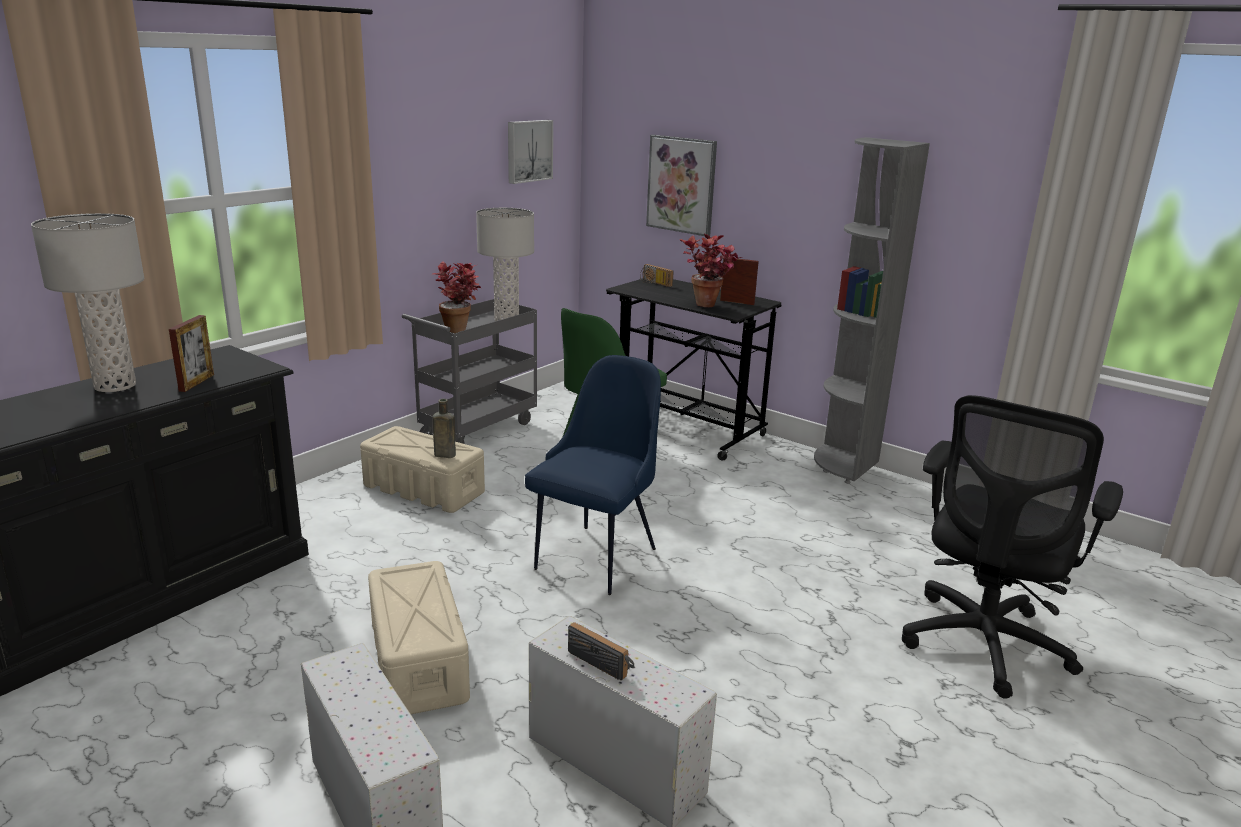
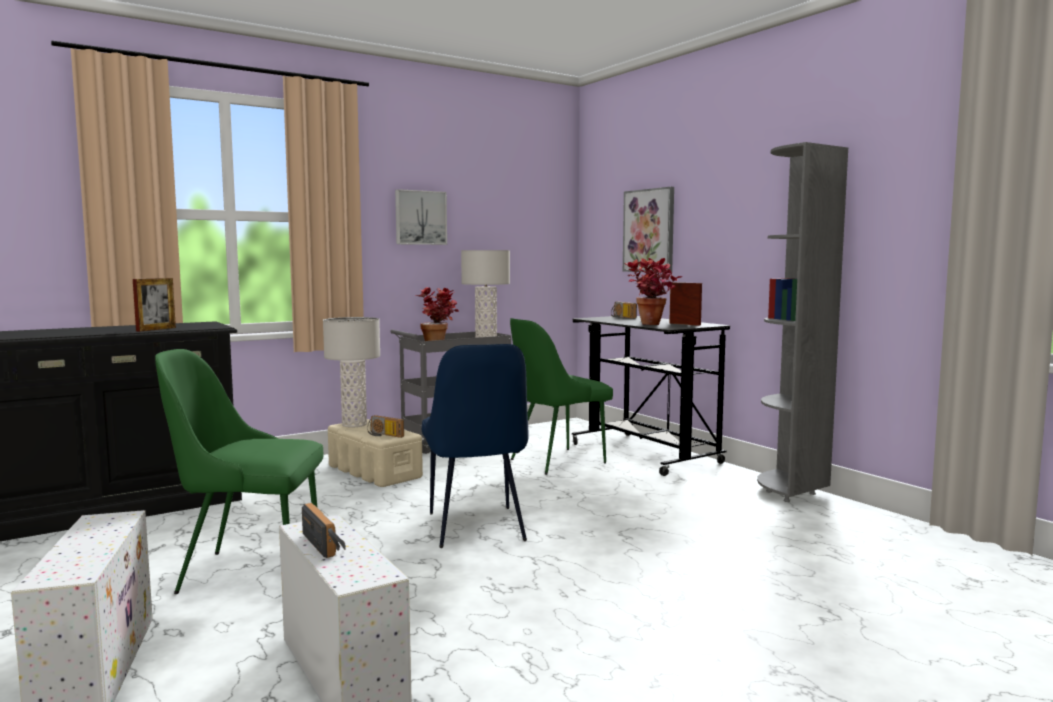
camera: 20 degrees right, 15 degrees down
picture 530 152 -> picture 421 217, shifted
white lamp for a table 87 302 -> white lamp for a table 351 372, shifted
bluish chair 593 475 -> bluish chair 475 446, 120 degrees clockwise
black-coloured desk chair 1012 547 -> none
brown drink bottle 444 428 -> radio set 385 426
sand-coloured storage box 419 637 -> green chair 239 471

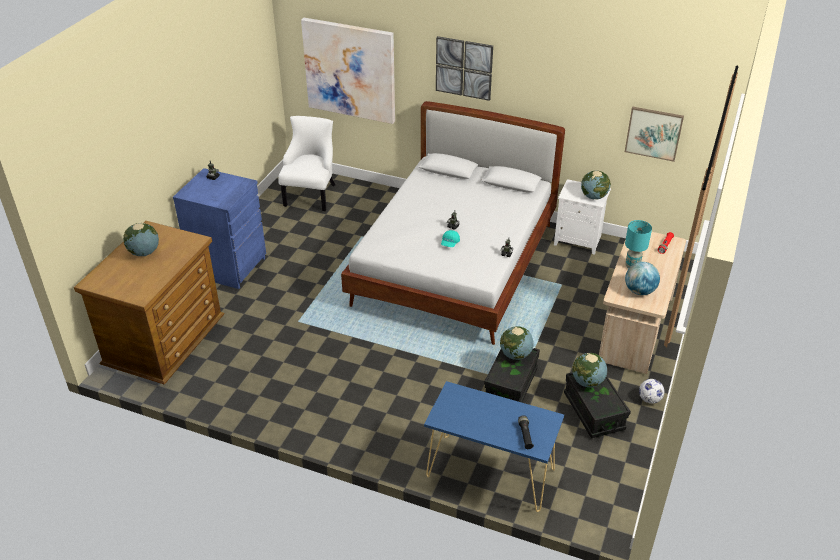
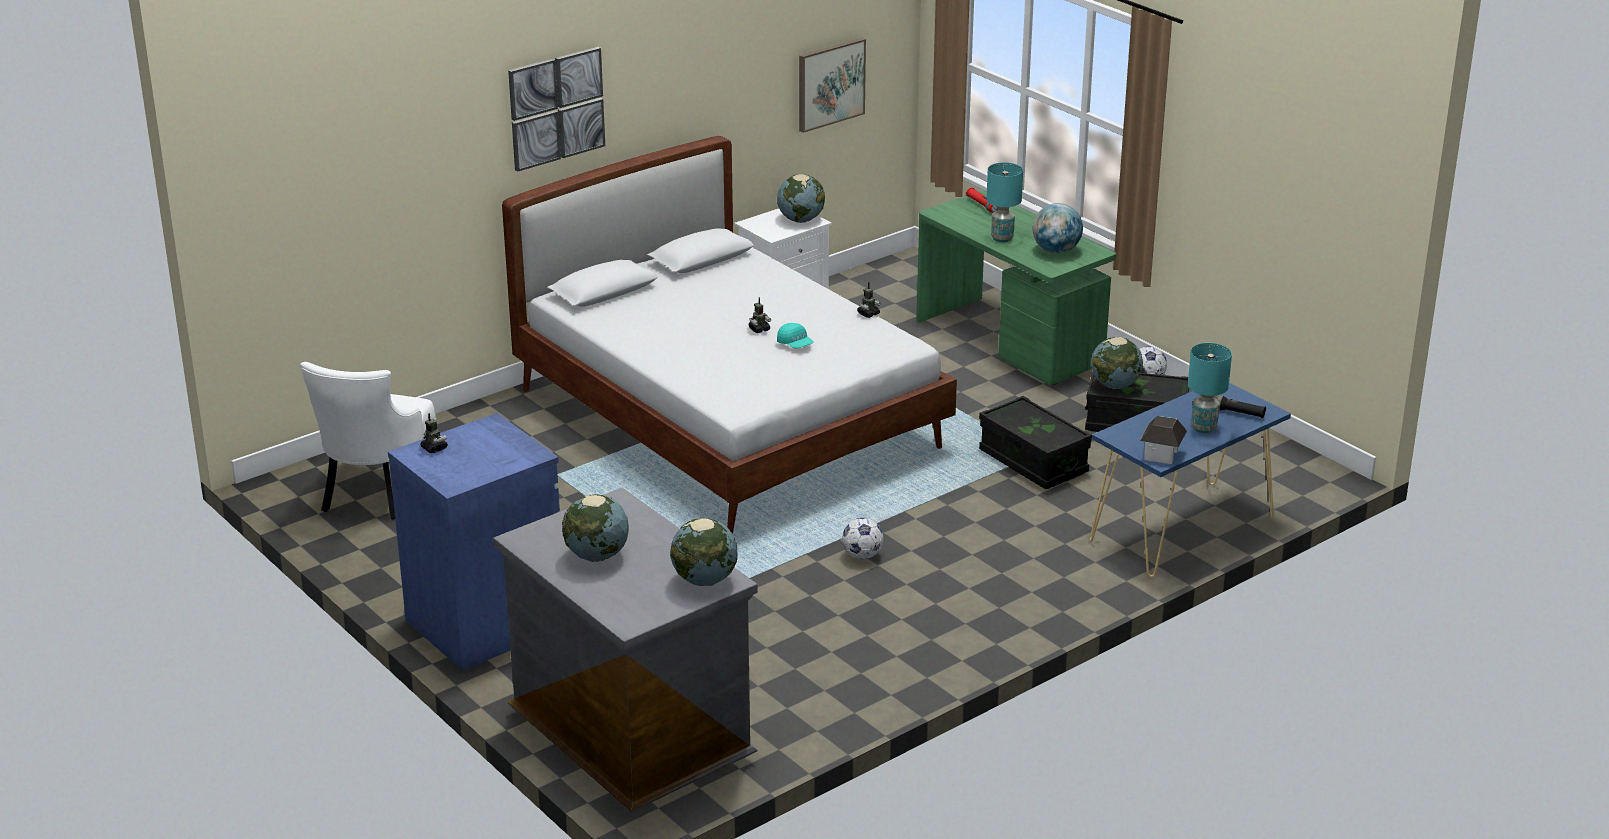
camera: 60 degrees left, 10 degrees down
picture 348 71 -> none
white chair 306 163 -> white chair 368 441, 120 degrees counterclockwise
brown chest of drawers 149 303 -> grey chest of drawers 625 650
sand-coloured desk unit 642 303 -> green desk unit 1016 288
globe 517 343 -> globe 704 552, shifted
none -> blue-green lamp for a table 1210 388
none -> toy house 1163 440
none -> ball for football 863 538

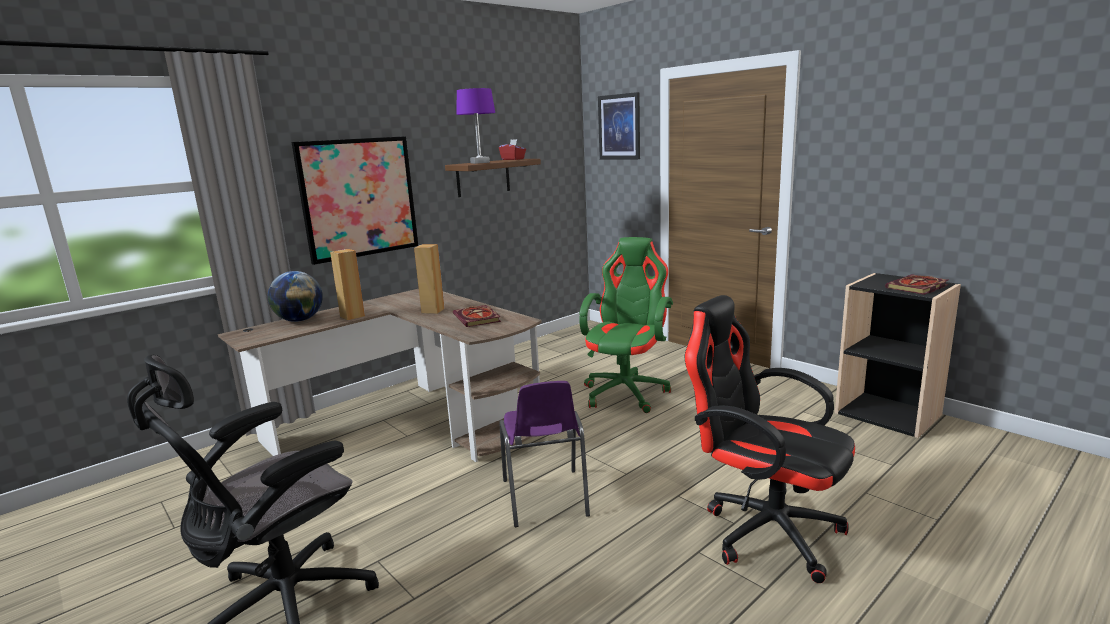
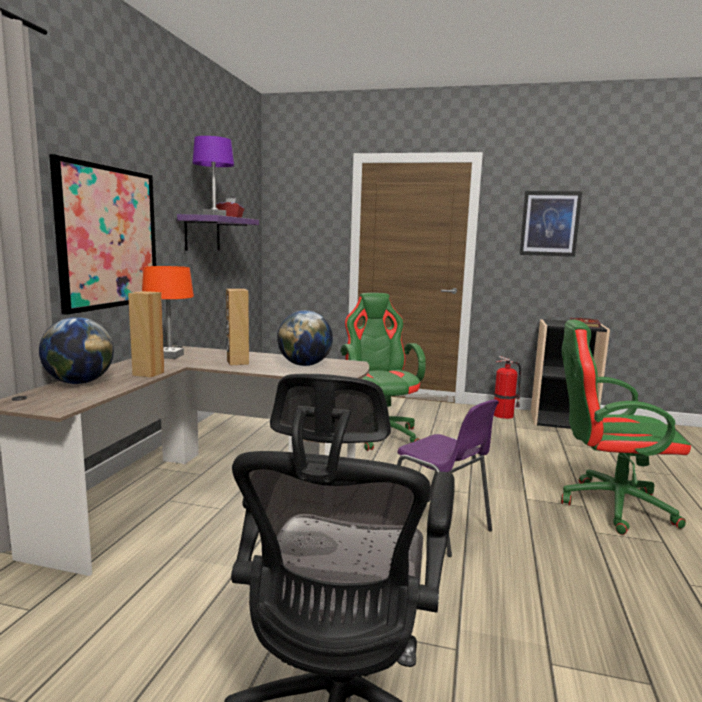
camera: 35 degrees left, 5 degrees down
picture 619 125 -> picture 550 224, shifted
brown bracket shelf 493 178 -> purple-coloured bracket shelf 218 232
black-coloured desk chair 770 439 -> green desk chair 626 427
book 477 316 -> globe 305 338
none -> orange lamp for a table 168 312
none -> fire extinguisher 507 387

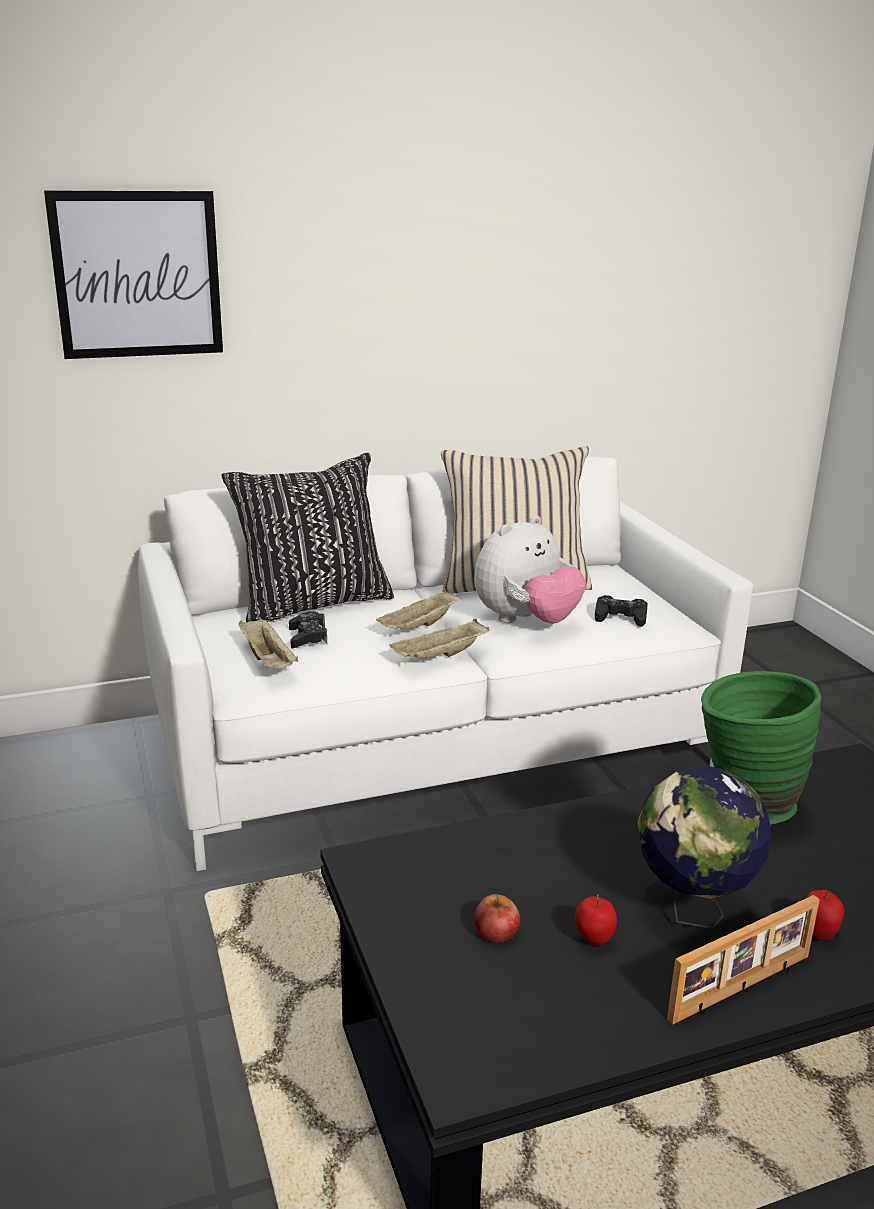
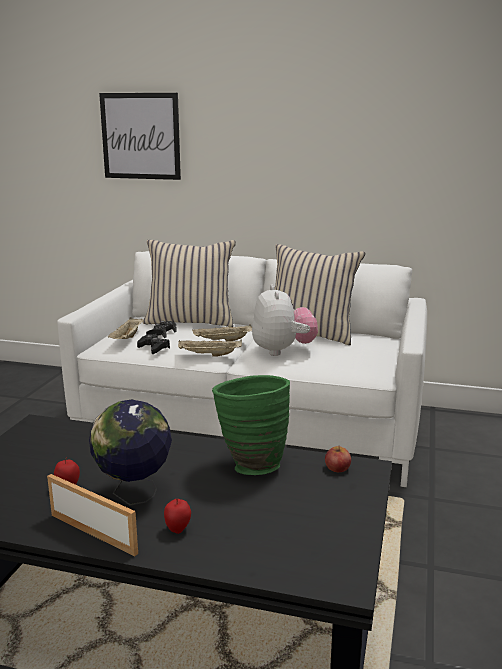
camera: 35 degrees right, 5 degrees down
black-coloured cushion 308 537 -> sand-coloured cushion 189 283
cuddly toy 530 569 -> cuddly toy 285 320, 90 degrees counterclockwise
black-coloured game controller 621 611 -> black-coloured game controller 153 344, shifted
apple 497 918 -> apple 338 459, shifted
standing frame 743 960 -> standing frame 92 515, 150 degrees counterclockwise

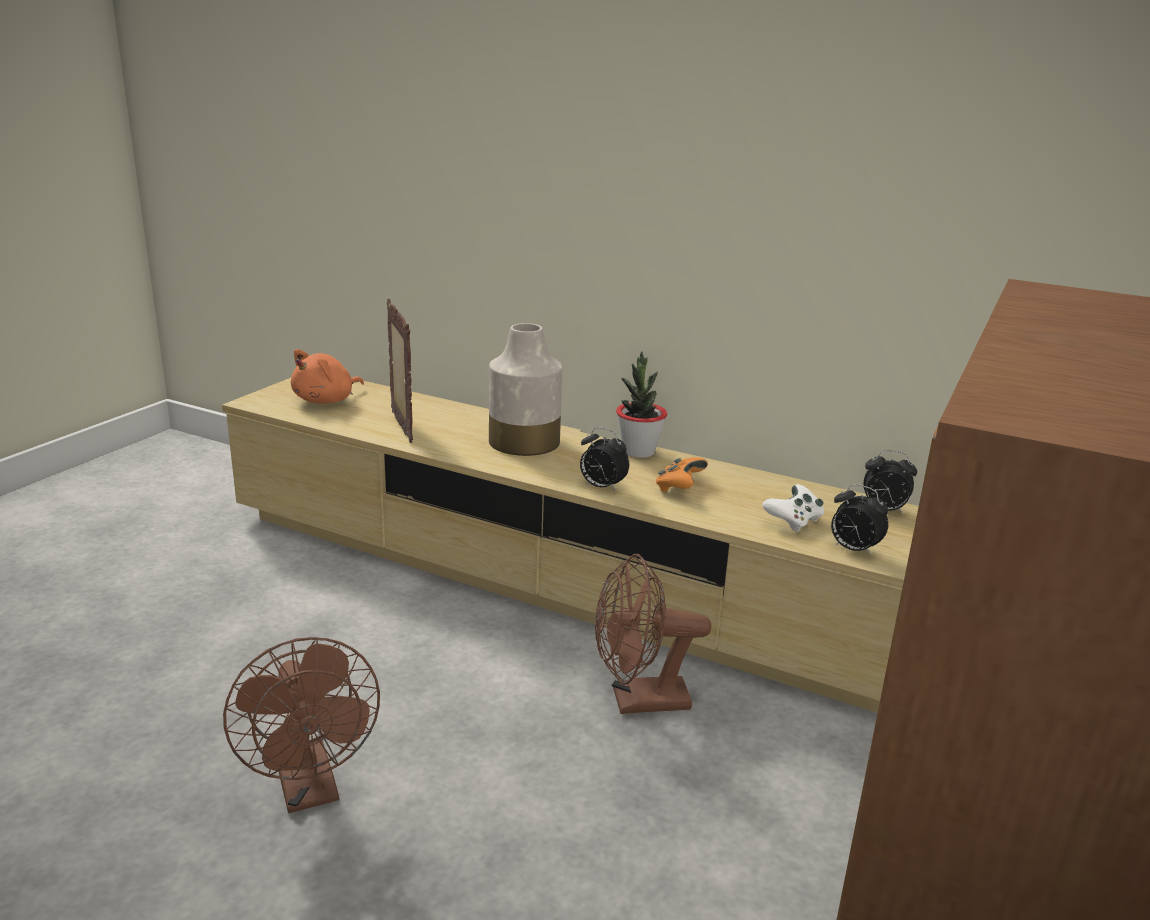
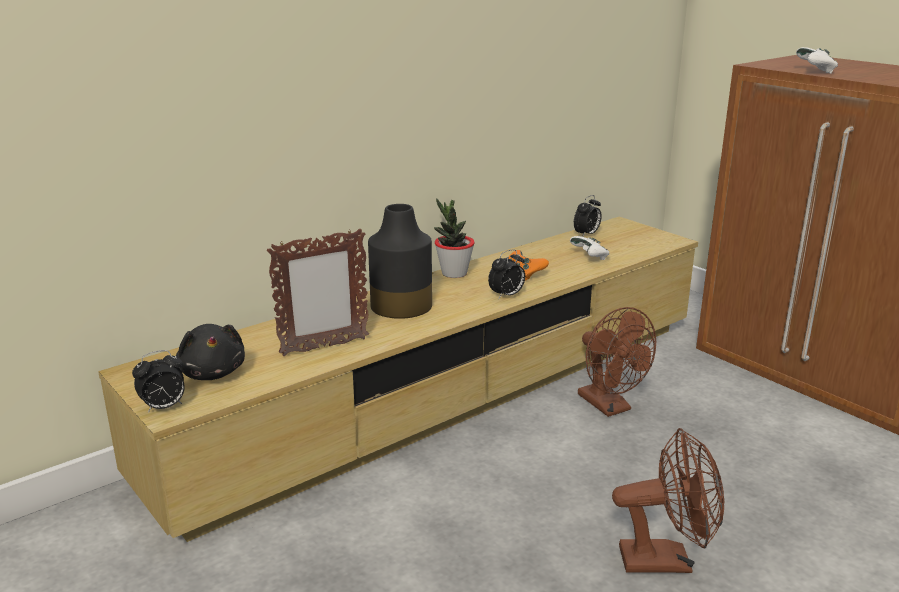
camera: 65 degrees left, 0 degrees up
standing frame 400 371 -> standing frame 318 292, 150 degrees clockwise
sand-coloured decorative vase 525 389 -> black-coloured decorative vase 400 261
orange cuddly toy 327 376 -> black-coloured cuddly toy 210 352
alarm clock 859 520 -> alarm clock 158 381, shifted
brown fan 653 634 -> brown fan 617 362, 45 degrees counterclockwise
none -> white game controller 817 60

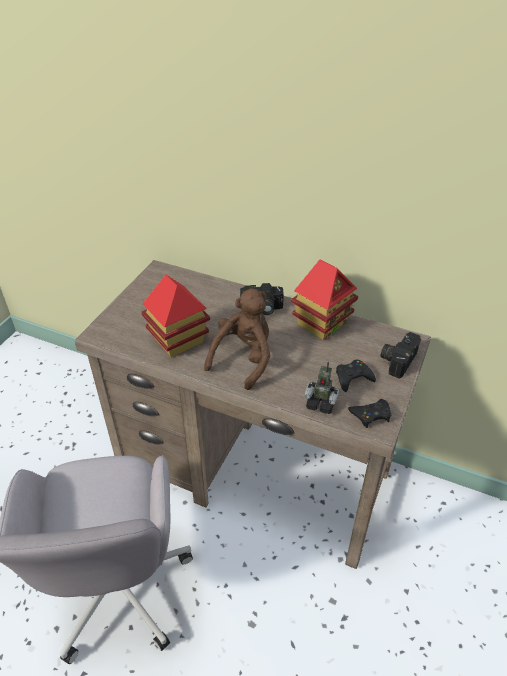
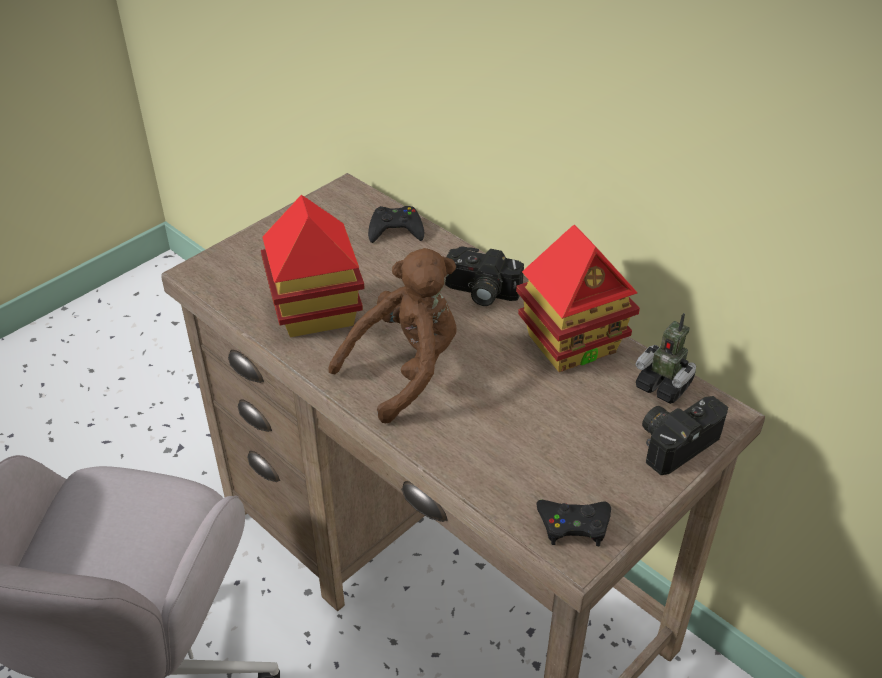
camera: 20 degrees right, 0 degrees up
black-coloured game controller 356 376 -> black-coloured game controller 396 224, shifted
robot figure 322 388 -> robot figure 665 358, shifted

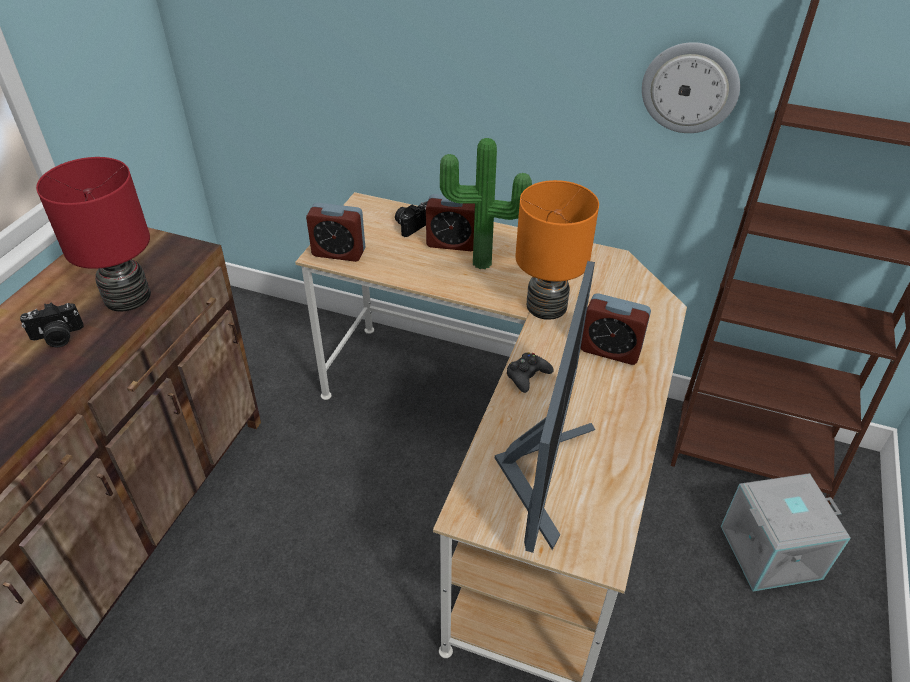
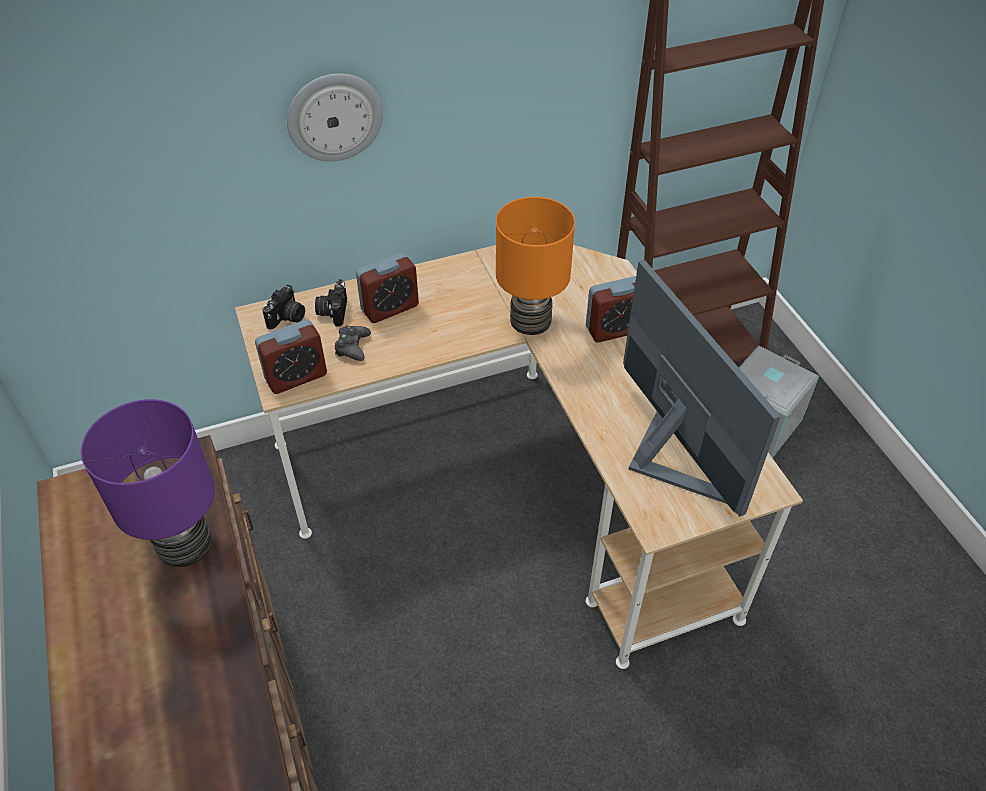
camera: 40 degrees left, 5 degrees up
hanging clock 691 87 -> hanging clock 335 117, shifted
houseplant 486 203 -> none
red-coloured lamp for a table 93 234 -> purple-coloured lamp for a table 148 483
photo camera 52 325 -> photo camera 284 307, shifted
black-coloured game controller 530 372 -> black-coloured game controller 353 343, shifted

